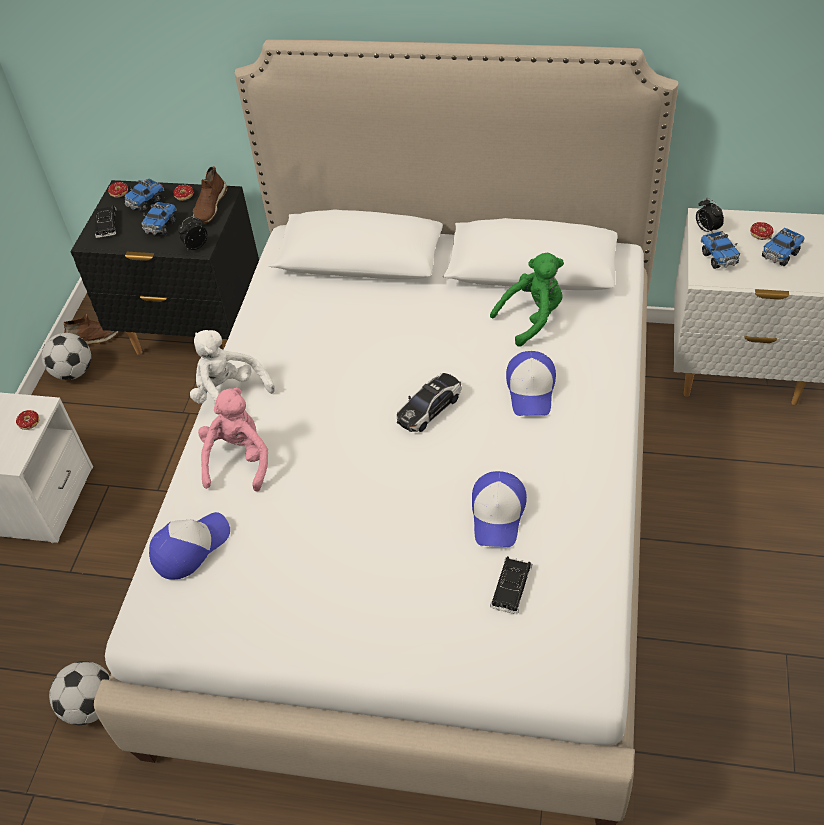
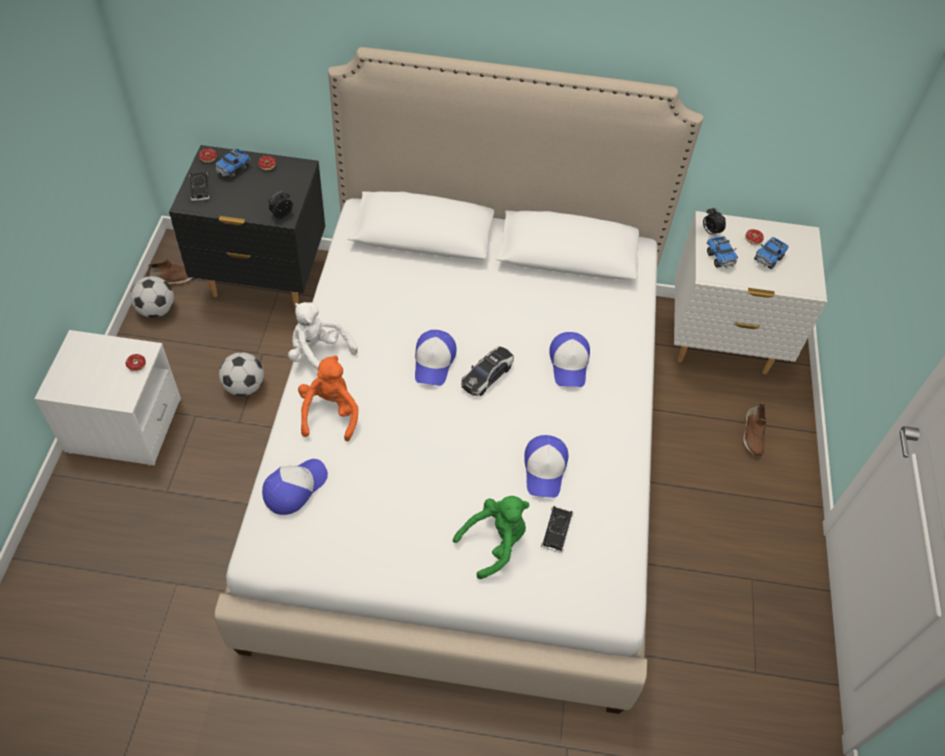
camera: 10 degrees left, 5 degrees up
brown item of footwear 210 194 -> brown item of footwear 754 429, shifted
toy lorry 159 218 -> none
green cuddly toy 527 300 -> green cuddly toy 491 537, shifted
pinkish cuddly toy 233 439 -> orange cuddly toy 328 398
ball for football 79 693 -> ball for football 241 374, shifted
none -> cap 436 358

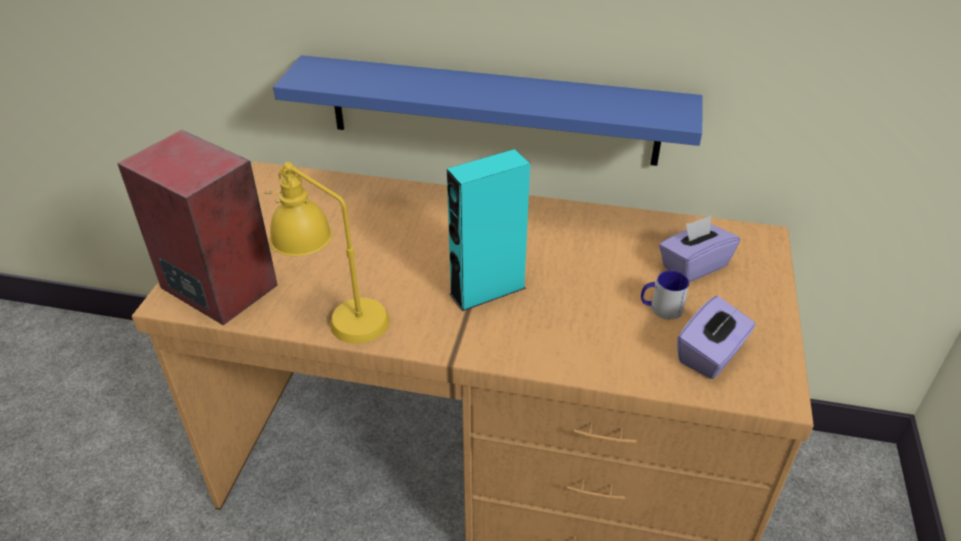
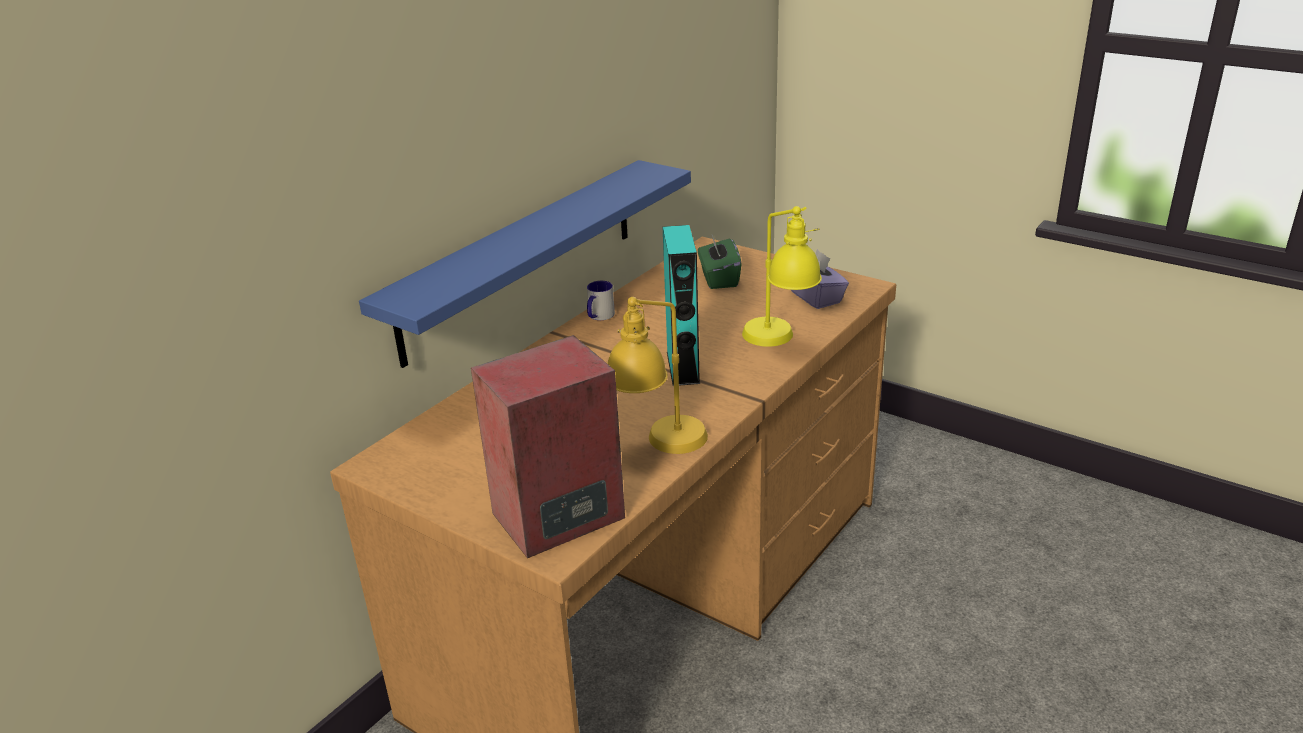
camera: 65 degrees left, 10 degrees down
purple-coloured tissue box 699 249 -> green tissue box 720 262
coffee mug 665 295 -> coffee mug 601 300, shifted
none -> yellow lamp for a table 782 276

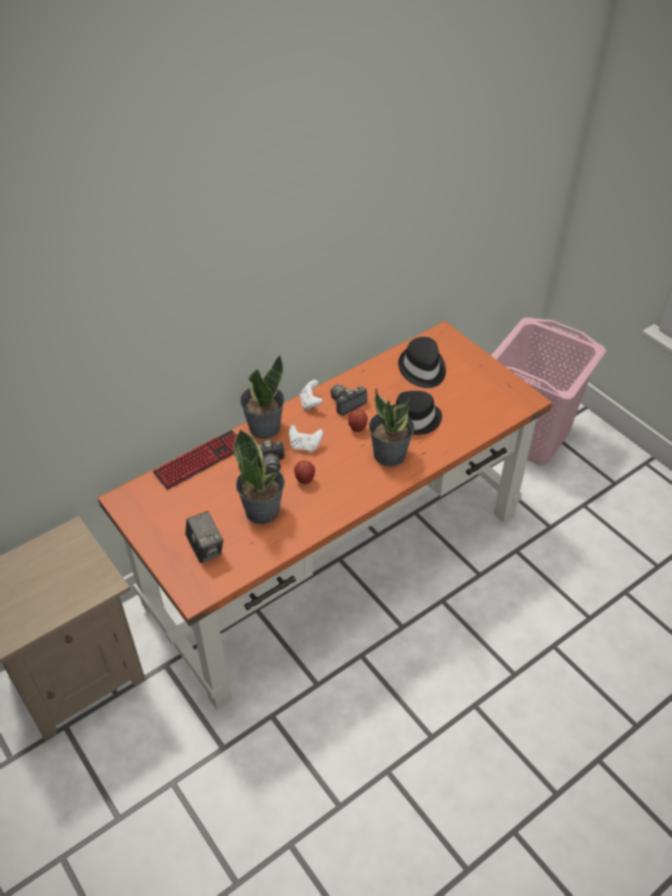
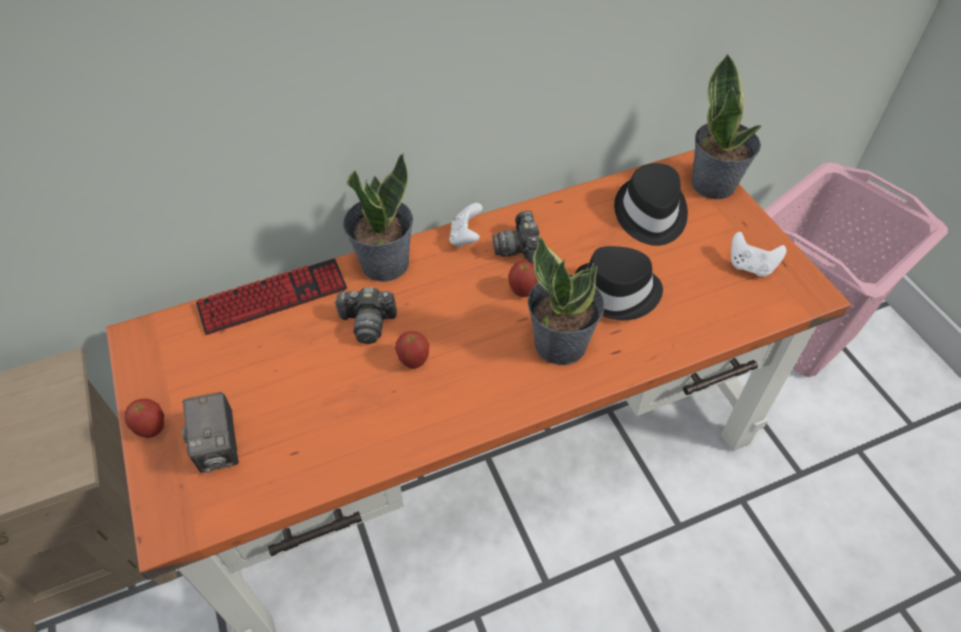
camera: 15 degrees right, 5 degrees up
photo camera 348 400 -> photo camera 515 237, 75 degrees counterclockwise
white game controller 306 438 -> white game controller 758 254, shifted
houseplant 259 476 -> houseplant 726 126, shifted
none -> apple 144 418

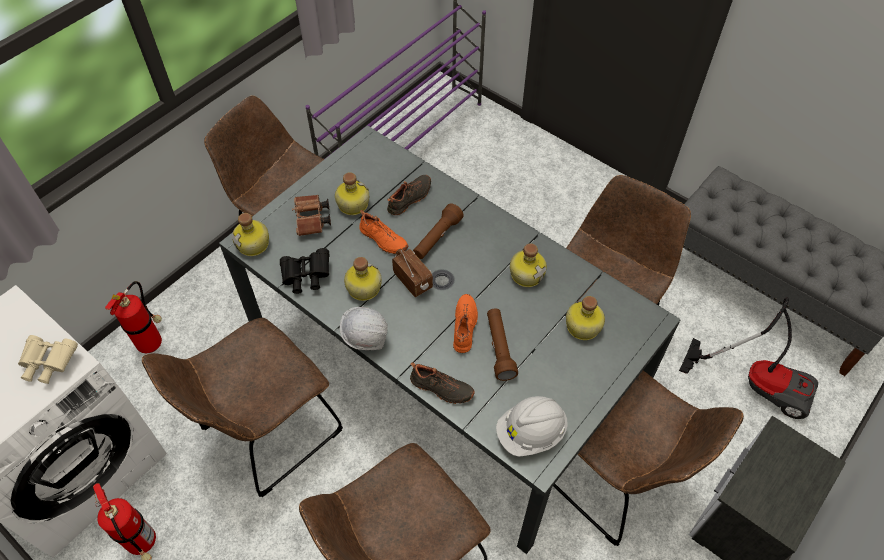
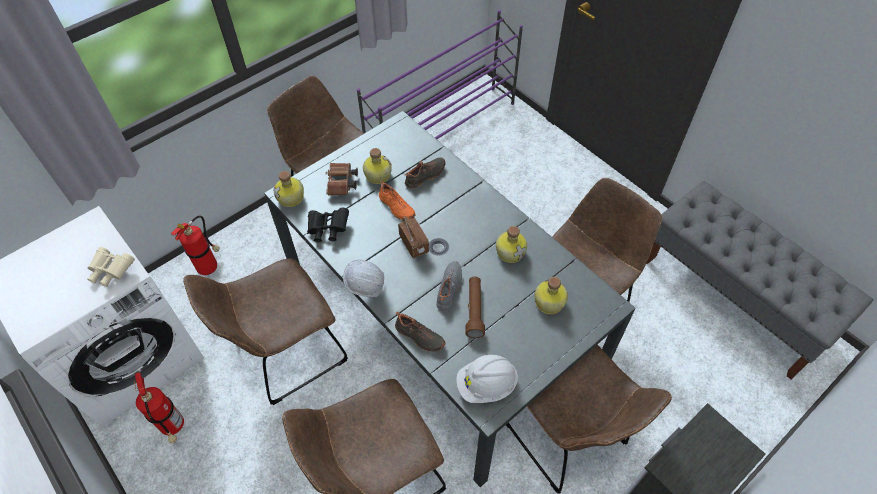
camera: 10 degrees right, 0 degrees up
brown torch 438 231 -> none
drink bottle 363 279 -> none
orange item of footwear 465 323 -> grey item of footwear 449 285
vacuum cleaner 748 358 -> none

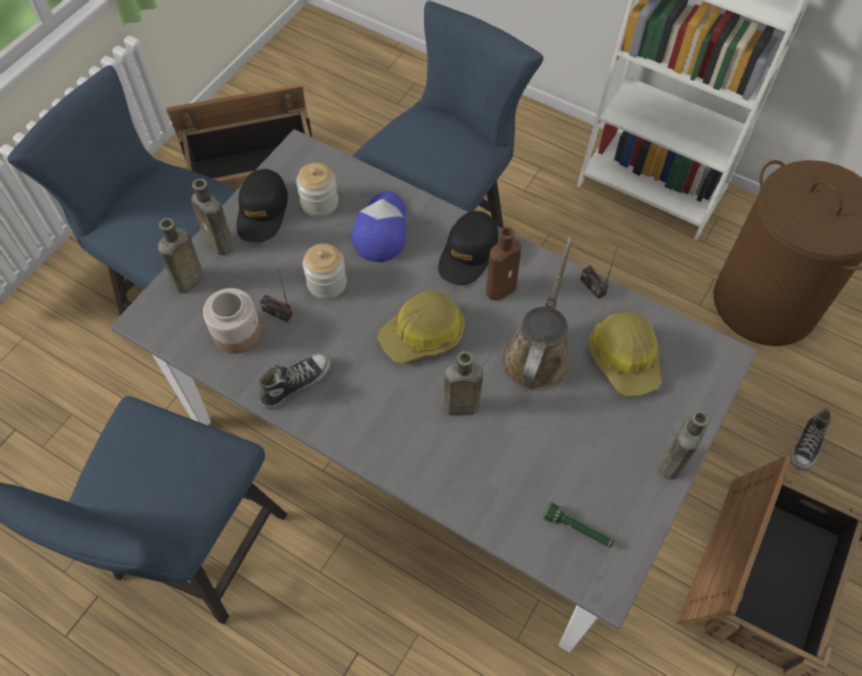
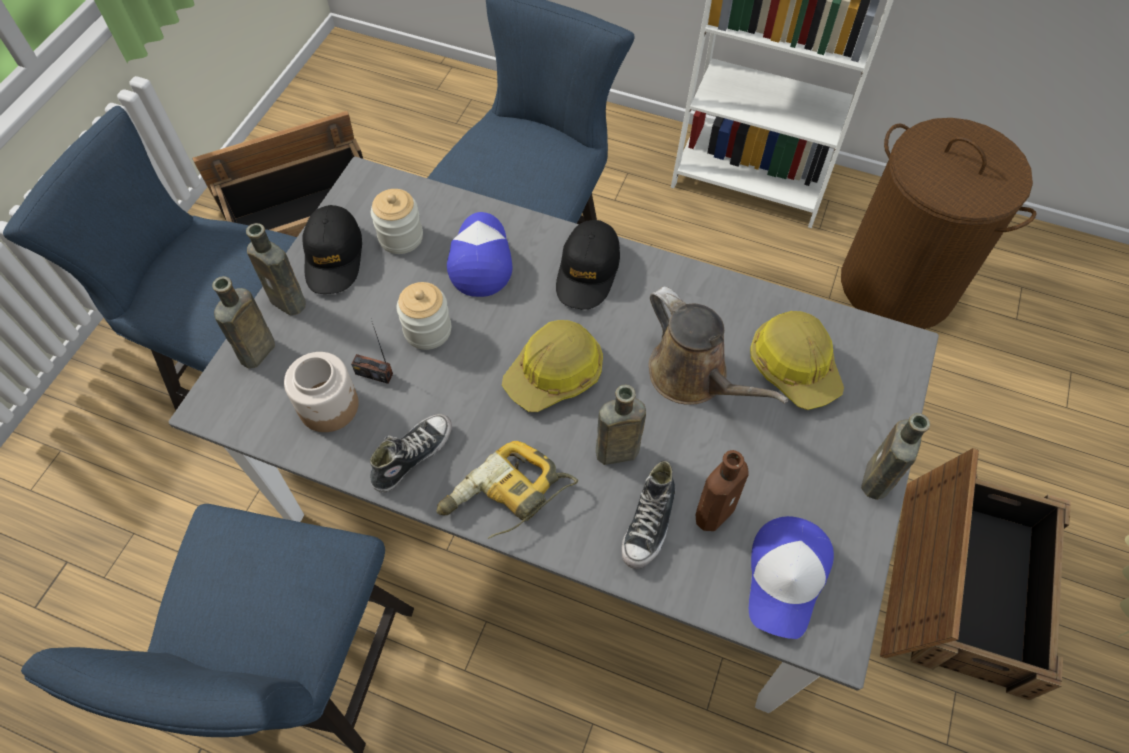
camera: 10 degrees left, 0 degrees up
brown drink bottle 503 264 -> brown drink bottle 722 490, shifted
brown watering can 537 314 -> brown watering can 718 346, 135 degrees clockwise
radio set 598 274 -> none
item of footwear 811 439 -> item of footwear 648 515, shifted
green torch 578 525 -> cap 791 577
none -> electric drill 507 490

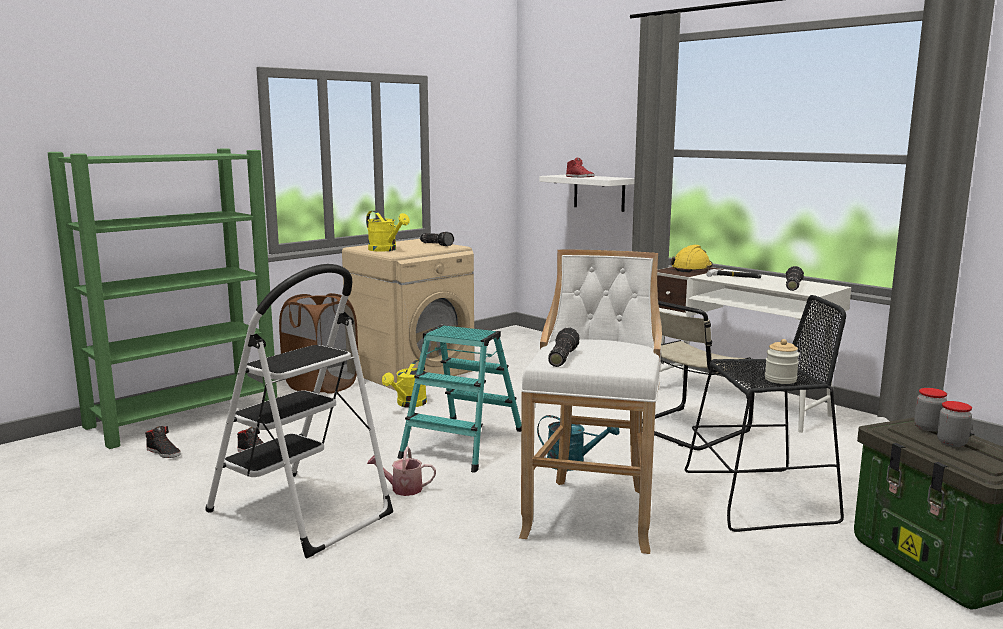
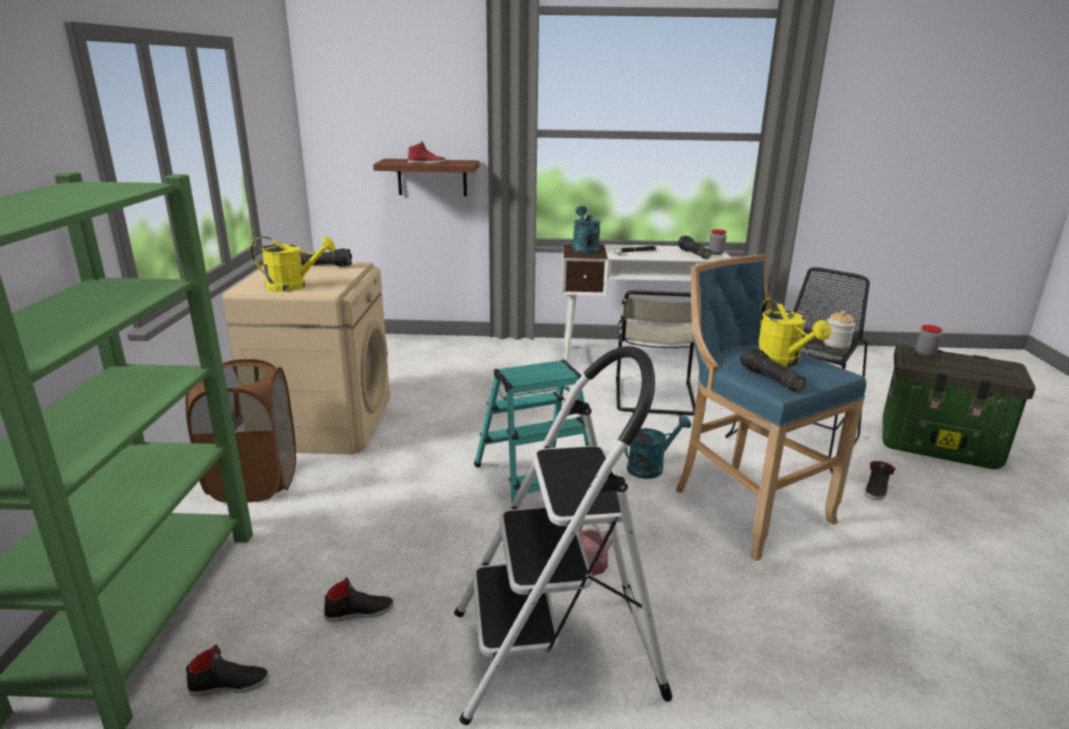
camera: 45 degrees left, 10 degrees up
white bracket shelf 587 193 -> brown bracket shelf 426 177
yellow work helmet 692 259 -> blue-green watering can 586 230
white stool 590 401 -> bluish stool 770 408
yellow watering can 404 383 -> yellow watering can 794 332, shifted
jar 954 424 -> jar 718 242, shifted
none -> black-coloured item of footwear 880 480

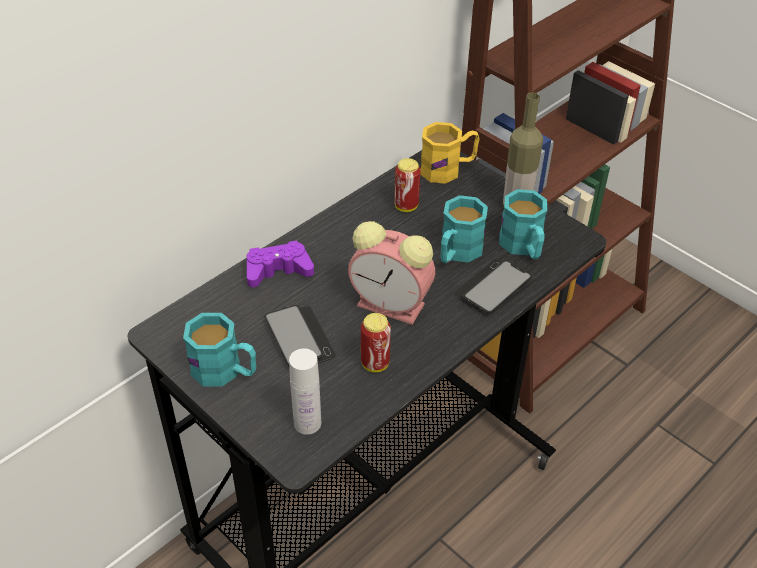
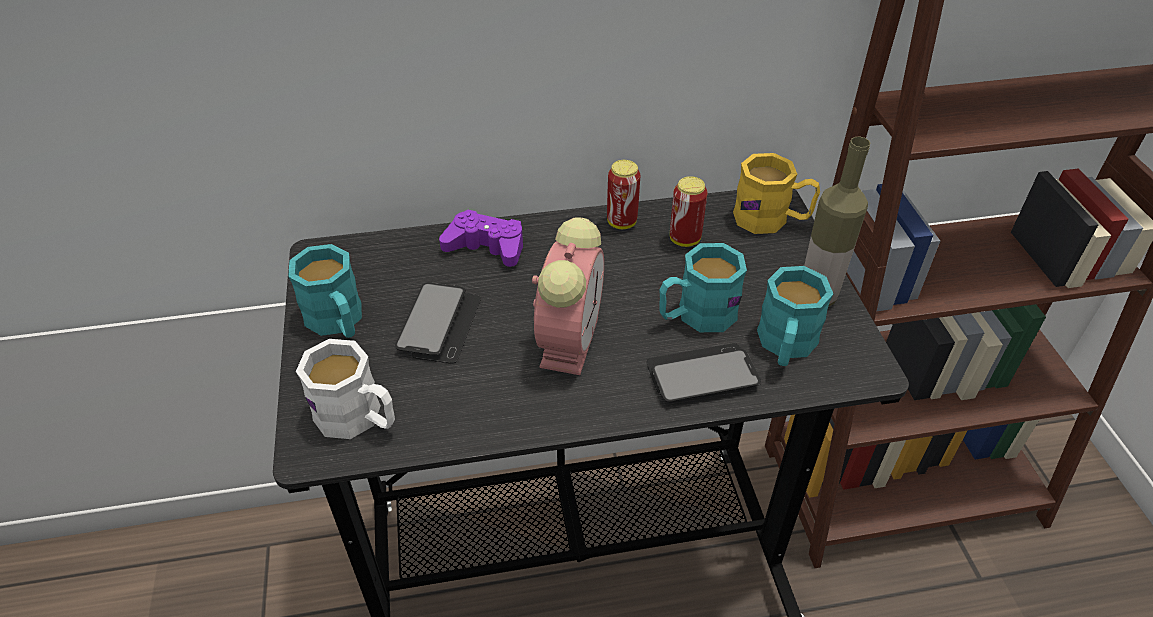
camera: 35 degrees right, 0 degrees up
alarm clock 391 273 -> alarm clock 568 296, 135 degrees counterclockwise
metal can 376 342 -> metal can 624 194, shifted
white drink bottle 305 391 -> white coffee mug 345 389

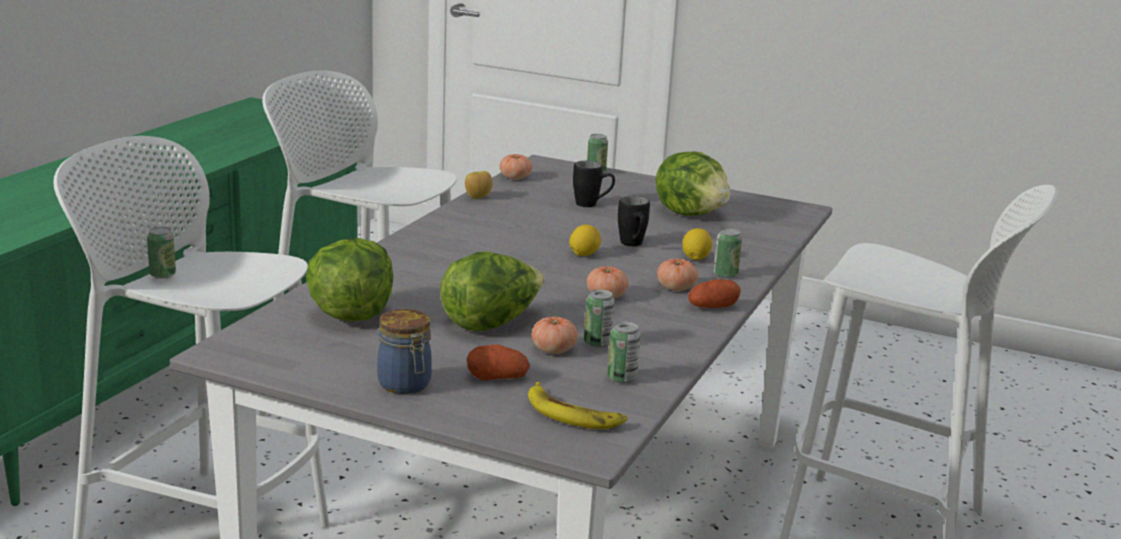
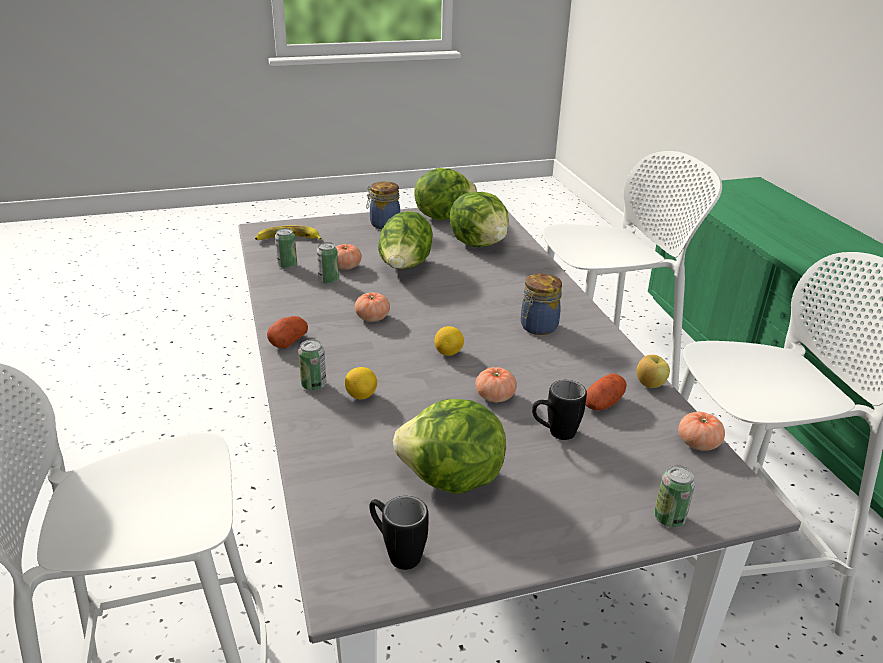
camera: 140 degrees right, 10 degrees up
black-coloured coffee mug 634 221 -> black-coloured coffee mug 398 533, shifted
metal can 161 253 -> none
tomato 677 275 -> tomato 496 384, shifted
potato 498 362 -> potato 606 391, shifted
none -> lettuce head 445 194
none -> jar 541 304

